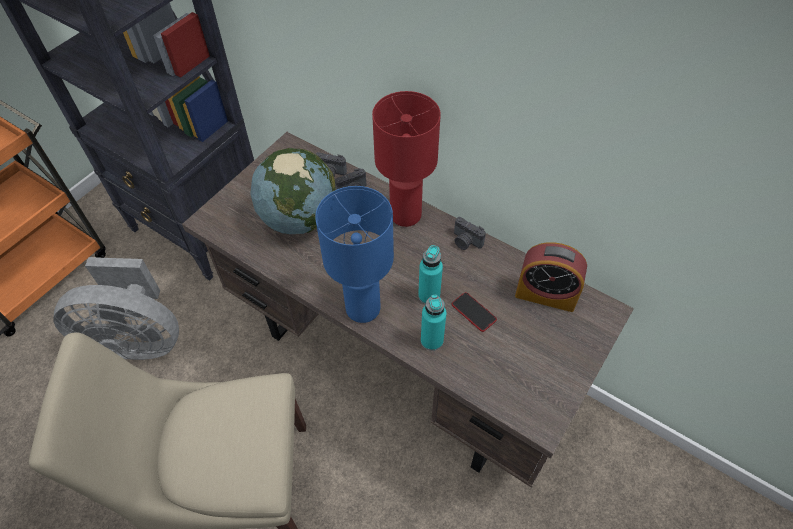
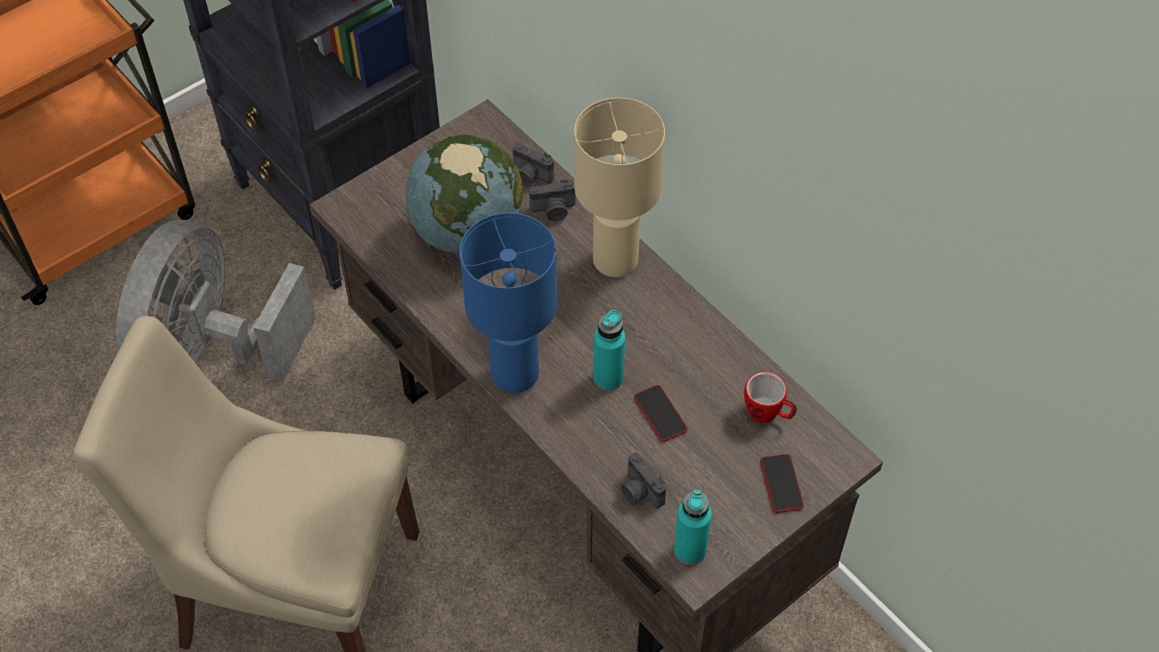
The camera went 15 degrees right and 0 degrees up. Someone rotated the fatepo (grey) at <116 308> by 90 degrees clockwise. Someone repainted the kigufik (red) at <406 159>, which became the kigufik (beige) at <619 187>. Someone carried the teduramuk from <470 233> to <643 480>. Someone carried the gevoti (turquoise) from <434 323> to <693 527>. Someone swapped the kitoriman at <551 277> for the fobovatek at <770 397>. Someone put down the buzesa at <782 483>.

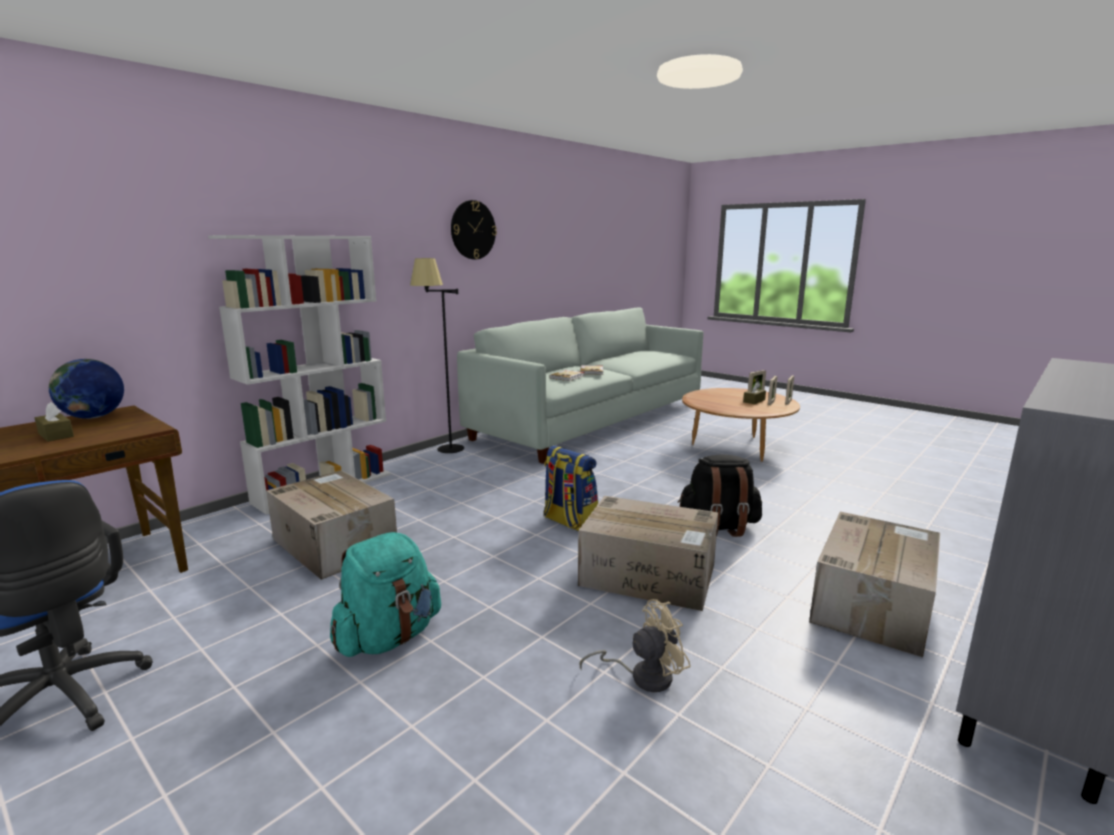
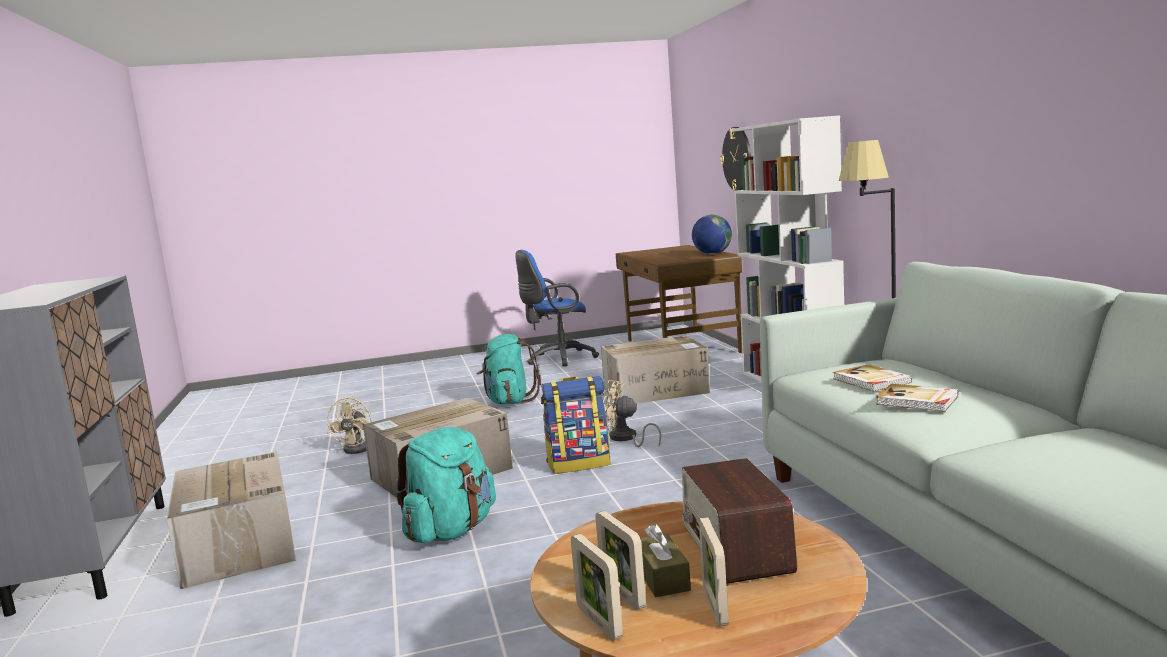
The camera went 125 degrees right and 5 degrees down. Someone repainted the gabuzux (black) at <720 496>, which became the gabuzux (turquoise) at <445 485>. Someone put down the fatepo (beige) at <632 413>. Someone put down the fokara at <739 521>. Someone carried the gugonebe from <474 229> to <735 159>. Someone took away the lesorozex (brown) at <54 422>.

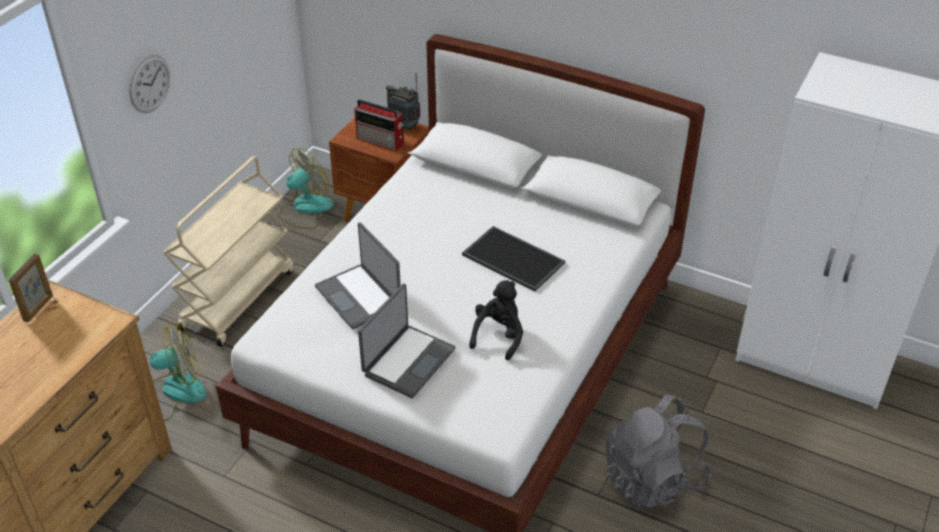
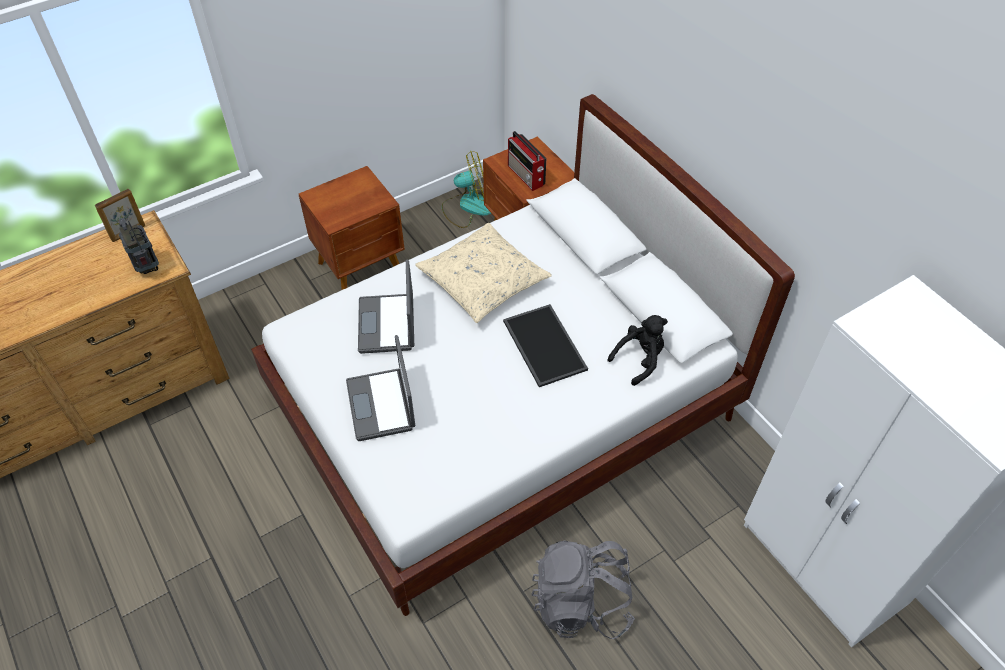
The camera went 30 degrees right and 10 degrees up. Someone carried the fokara from <403 102> to <138 246>. Someone swapped the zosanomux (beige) at <228 251> for the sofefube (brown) at <352 228>. Someone rotated the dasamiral at <407 340> by 105 degrees clockwise. Someone put down the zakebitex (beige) at <483 273>. Someone carried the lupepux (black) from <496 320> to <638 350>. Someone took away the gugonebe at <149 84>. Someone took away the fatepo at <178 372>.

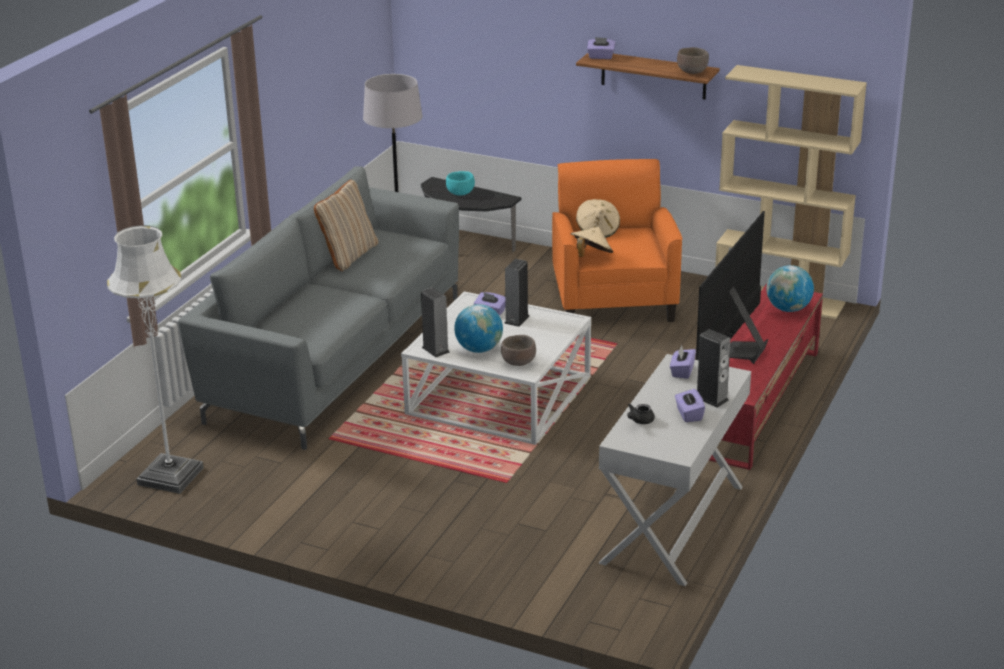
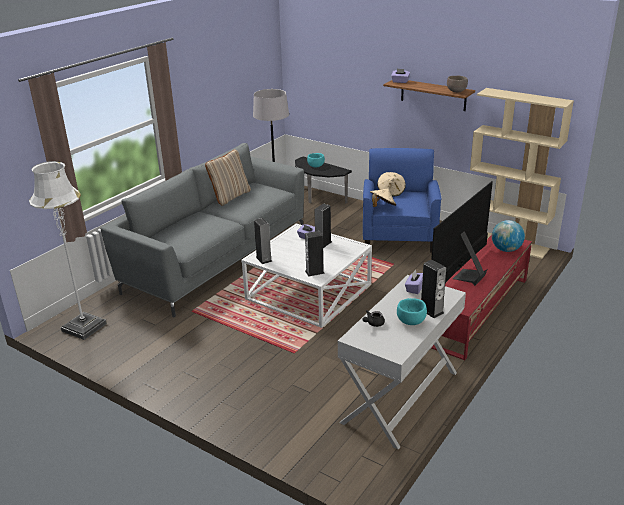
The camera went 10 degrees right and 0 degrees up. Someone swapped the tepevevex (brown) at <518 350> for the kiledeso at <315 254>. Someone repainted the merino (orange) at <617 240>, which became the merino (blue) at <402 200>. Someone swapped the lesorozex (purple) at <690 405> for the tepevevex (turquoise) at <412 311>. Someone took away the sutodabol at <478 328>.

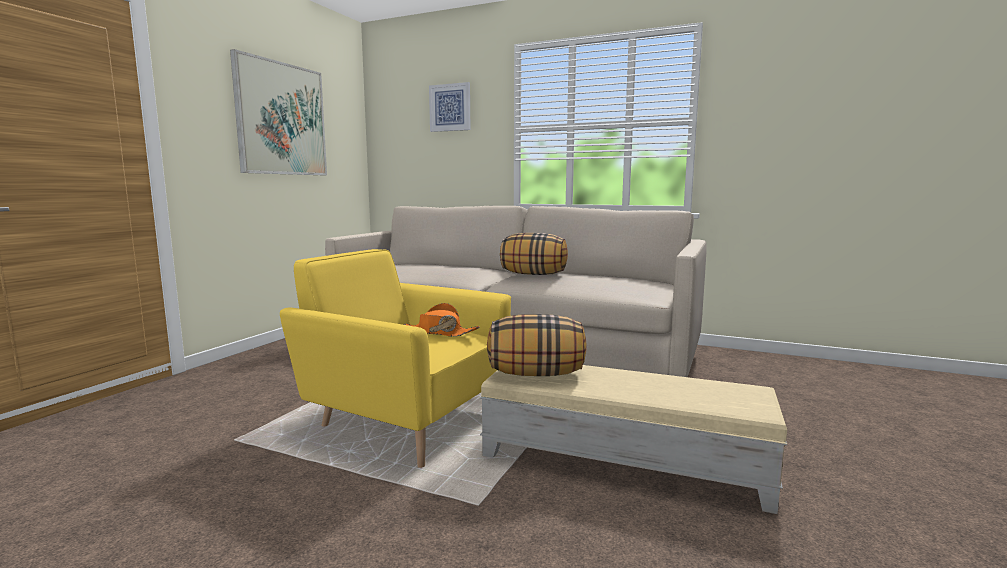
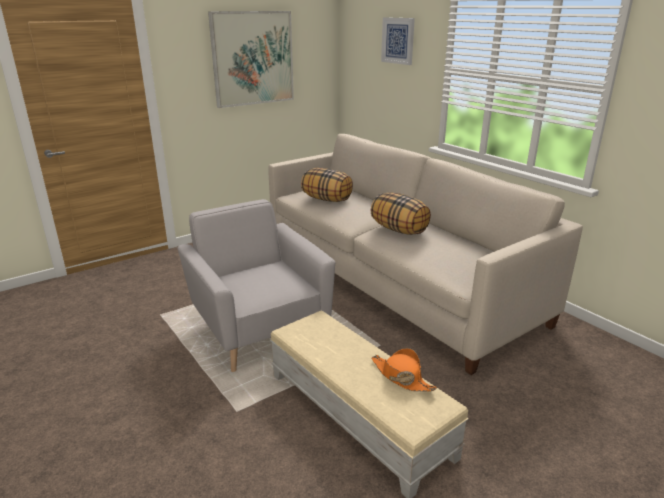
The camera went 30 degrees right and 15 degrees up. Someone repainted the merino (yellow) at <395 358>, which became the merino (grey) at <256 285>. Someone carried the zakebitex from <536 345> to <327 185>. Someone carried the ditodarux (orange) from <441 320> to <404 370>.

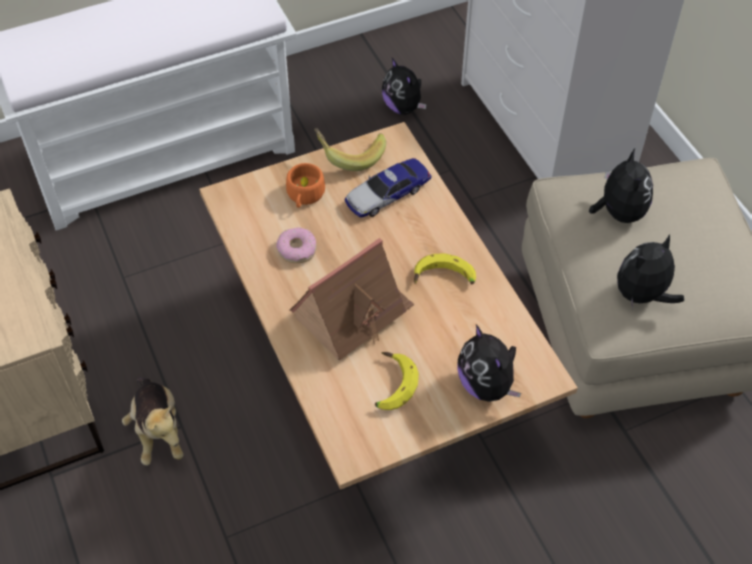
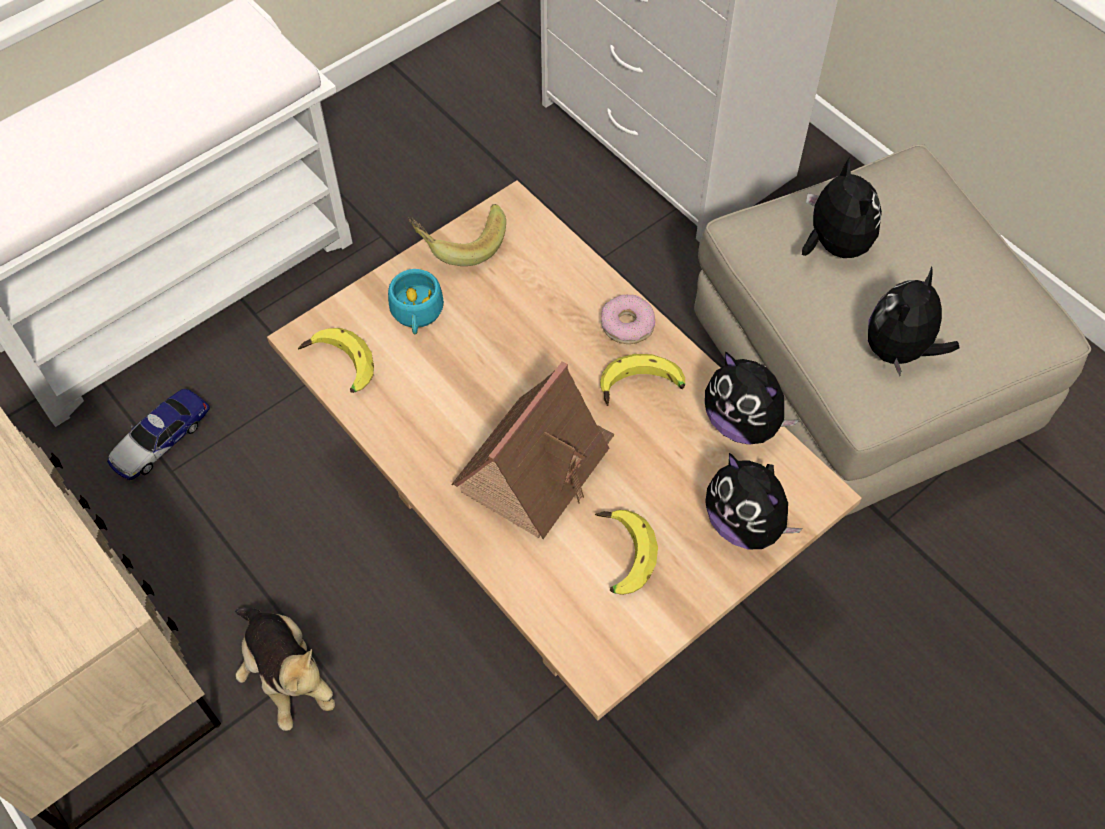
The camera went 15 degrees left and 5 degrees up. Someone carried the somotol from <388 187> to <158 434>. Someone put down the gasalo at <336 360>. Someone repainted the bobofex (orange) at <305 185>, which became the bobofex (turquoise) at <416 301>. Someone carried the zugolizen from <296 245> to <628 319>. Someone carried the lupepux from <404 86> to <752 398>.

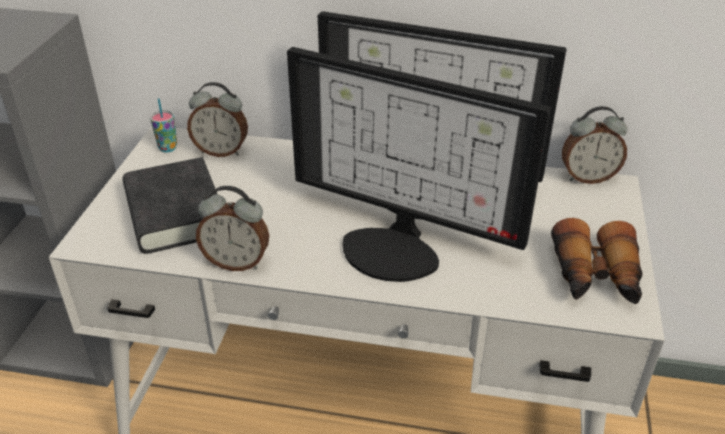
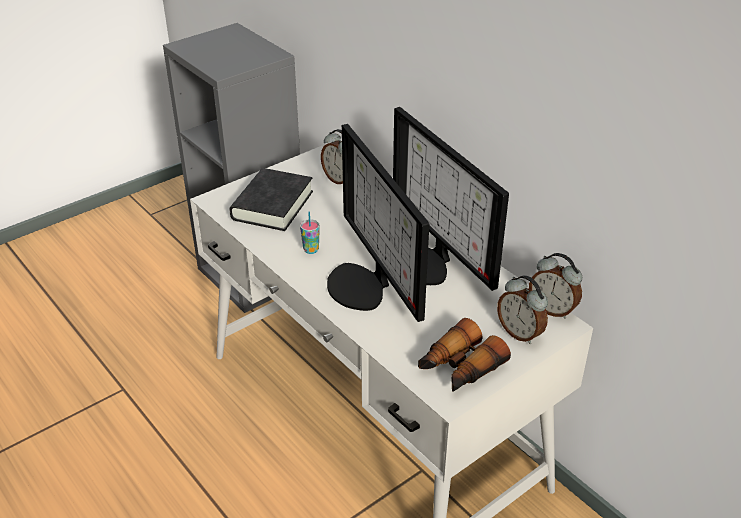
The camera went 40 degrees right and 0 degrees up. Someone carried the bobofex from <163 125> to <310 233>. Someone carried the kitoriman from <232 228> to <522 309>.

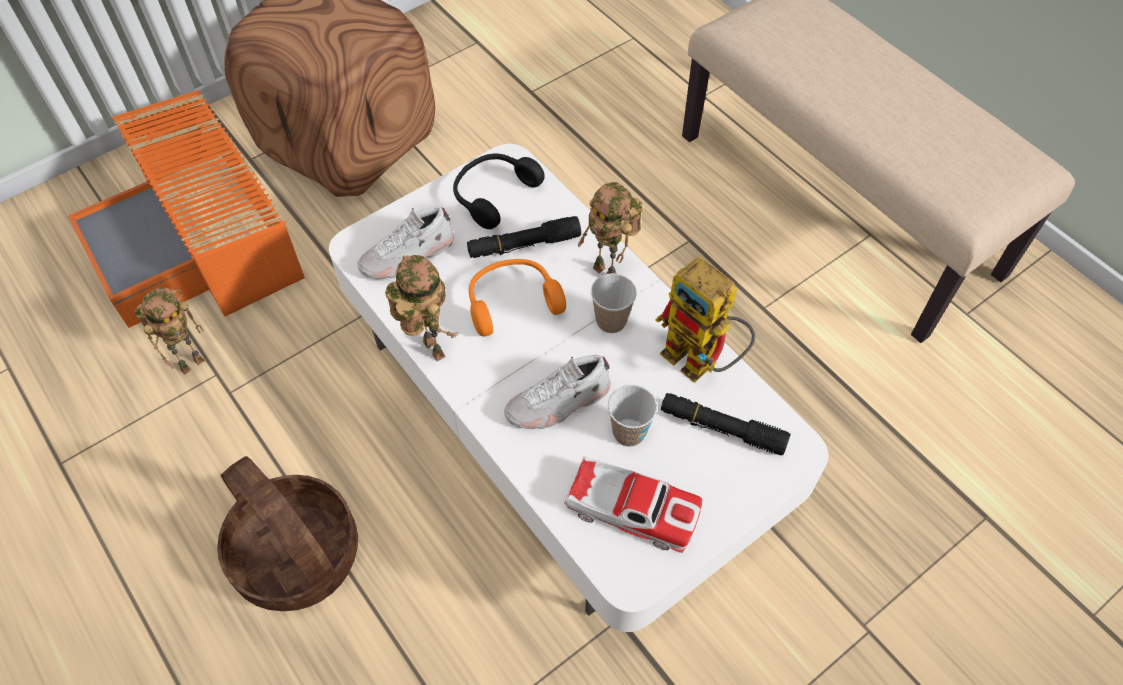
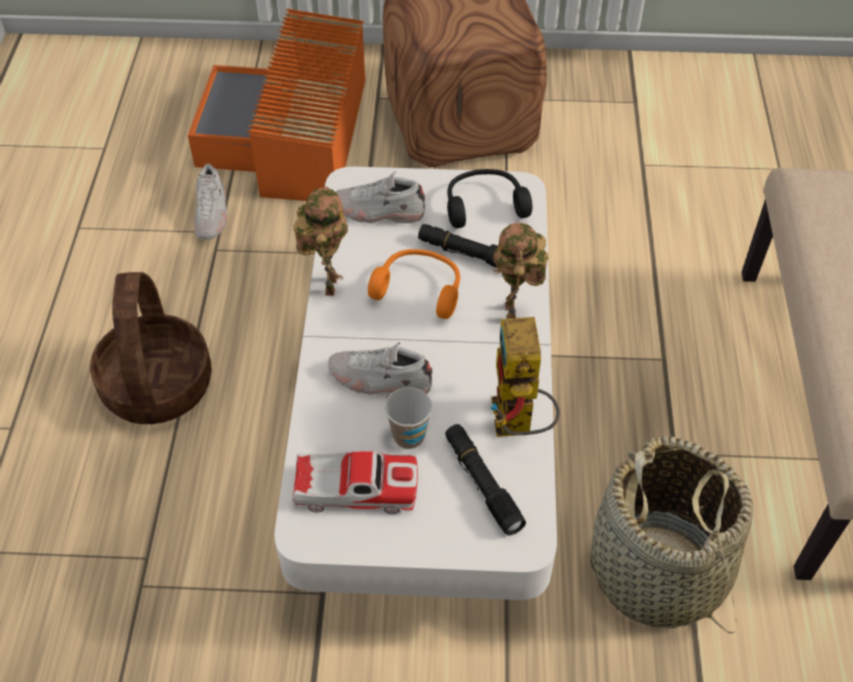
The camera went 40 degrees right and 5 degrees down. Someone swapped the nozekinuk at <170 330> for the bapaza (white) at <210 202>. Someone rotated the somotol at <633 504> by 60 degrees counterclockwise. Someone put down the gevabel at <671 534>. Someone took away the bobofex at <613 303>.

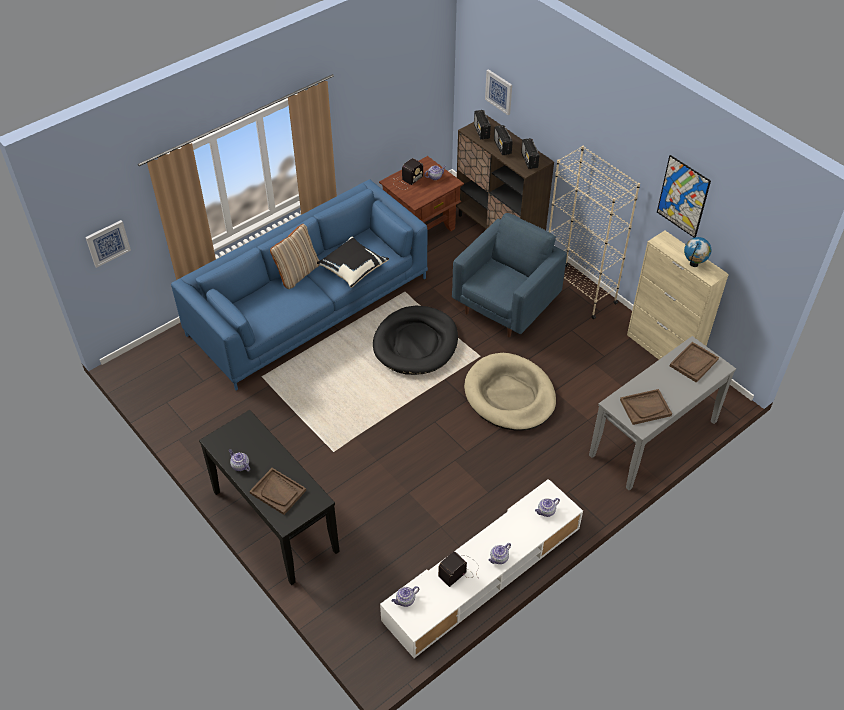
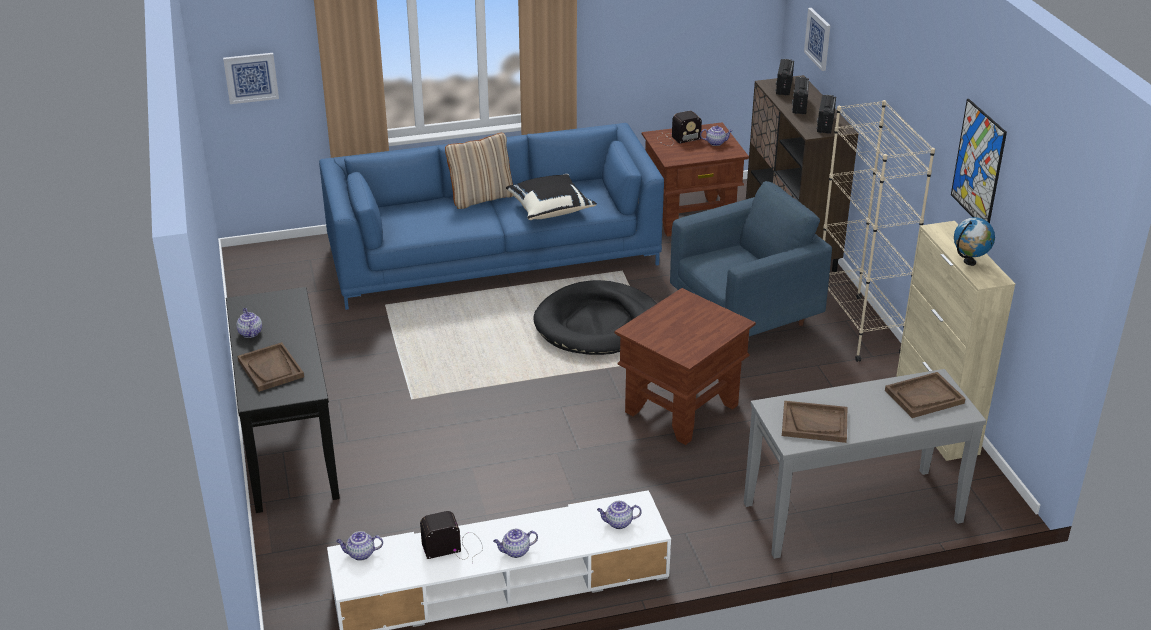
The camera went 25 degrees right and 15 degrees down. Someone swapped the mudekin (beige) at <510 392> for the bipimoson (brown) at <685 366>.

